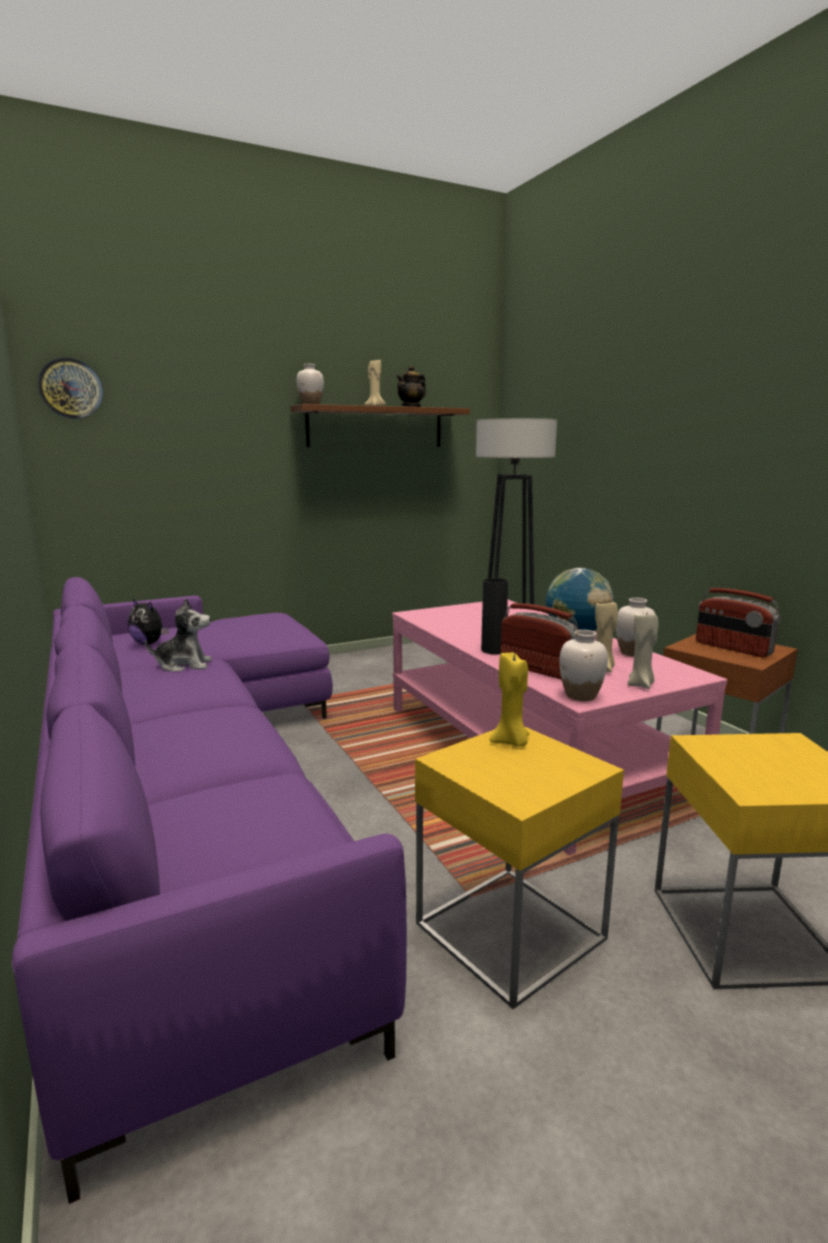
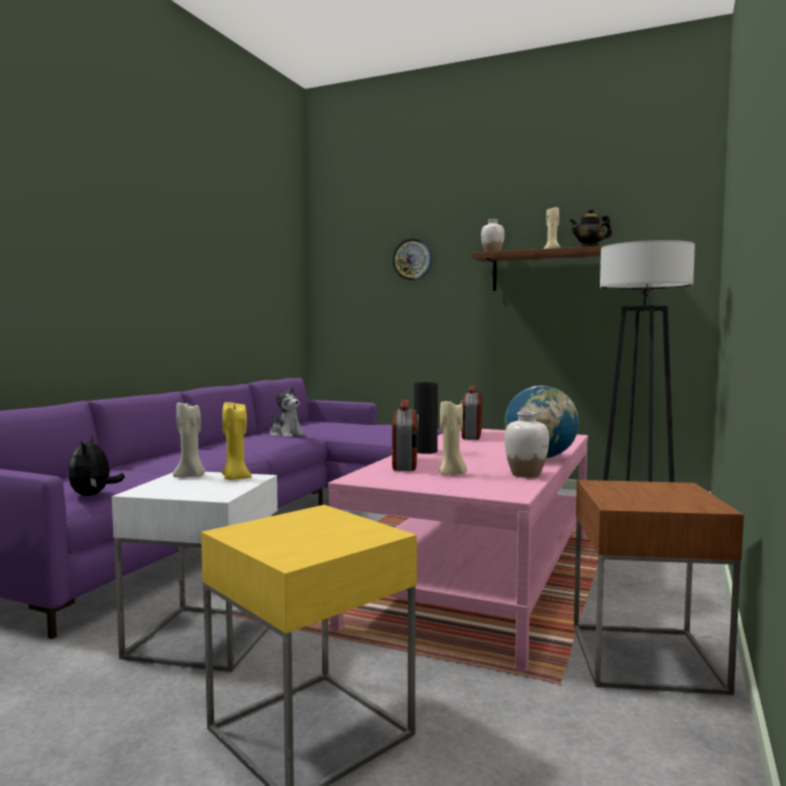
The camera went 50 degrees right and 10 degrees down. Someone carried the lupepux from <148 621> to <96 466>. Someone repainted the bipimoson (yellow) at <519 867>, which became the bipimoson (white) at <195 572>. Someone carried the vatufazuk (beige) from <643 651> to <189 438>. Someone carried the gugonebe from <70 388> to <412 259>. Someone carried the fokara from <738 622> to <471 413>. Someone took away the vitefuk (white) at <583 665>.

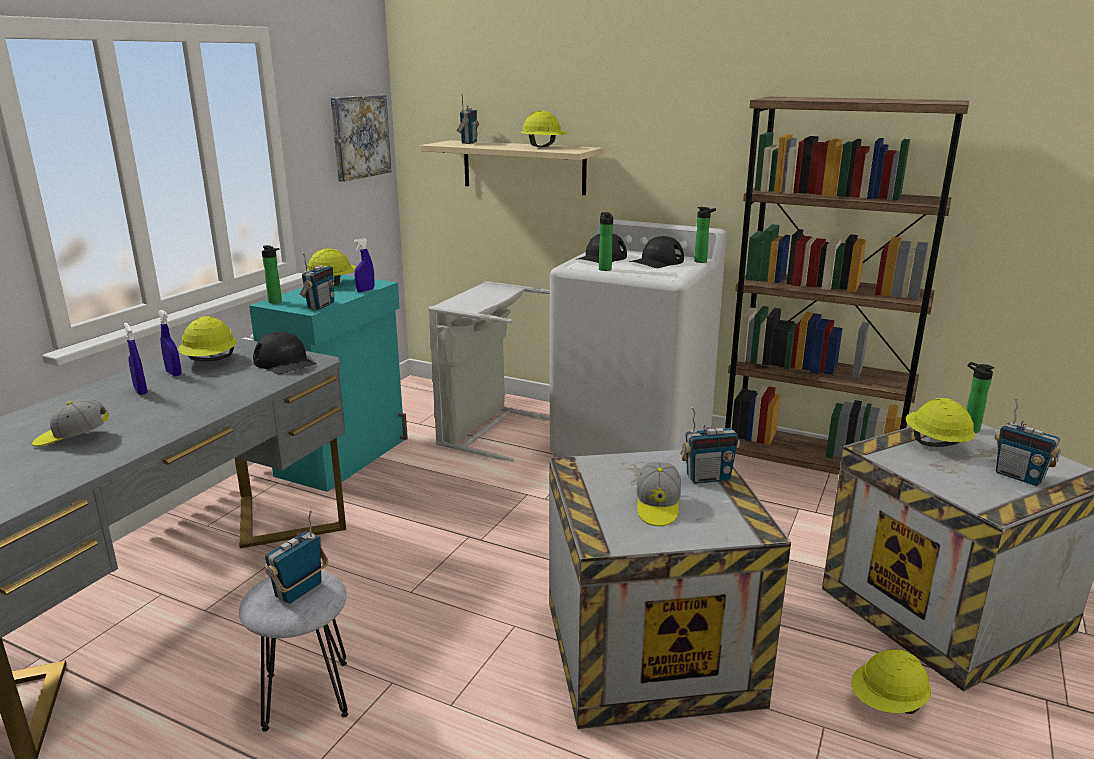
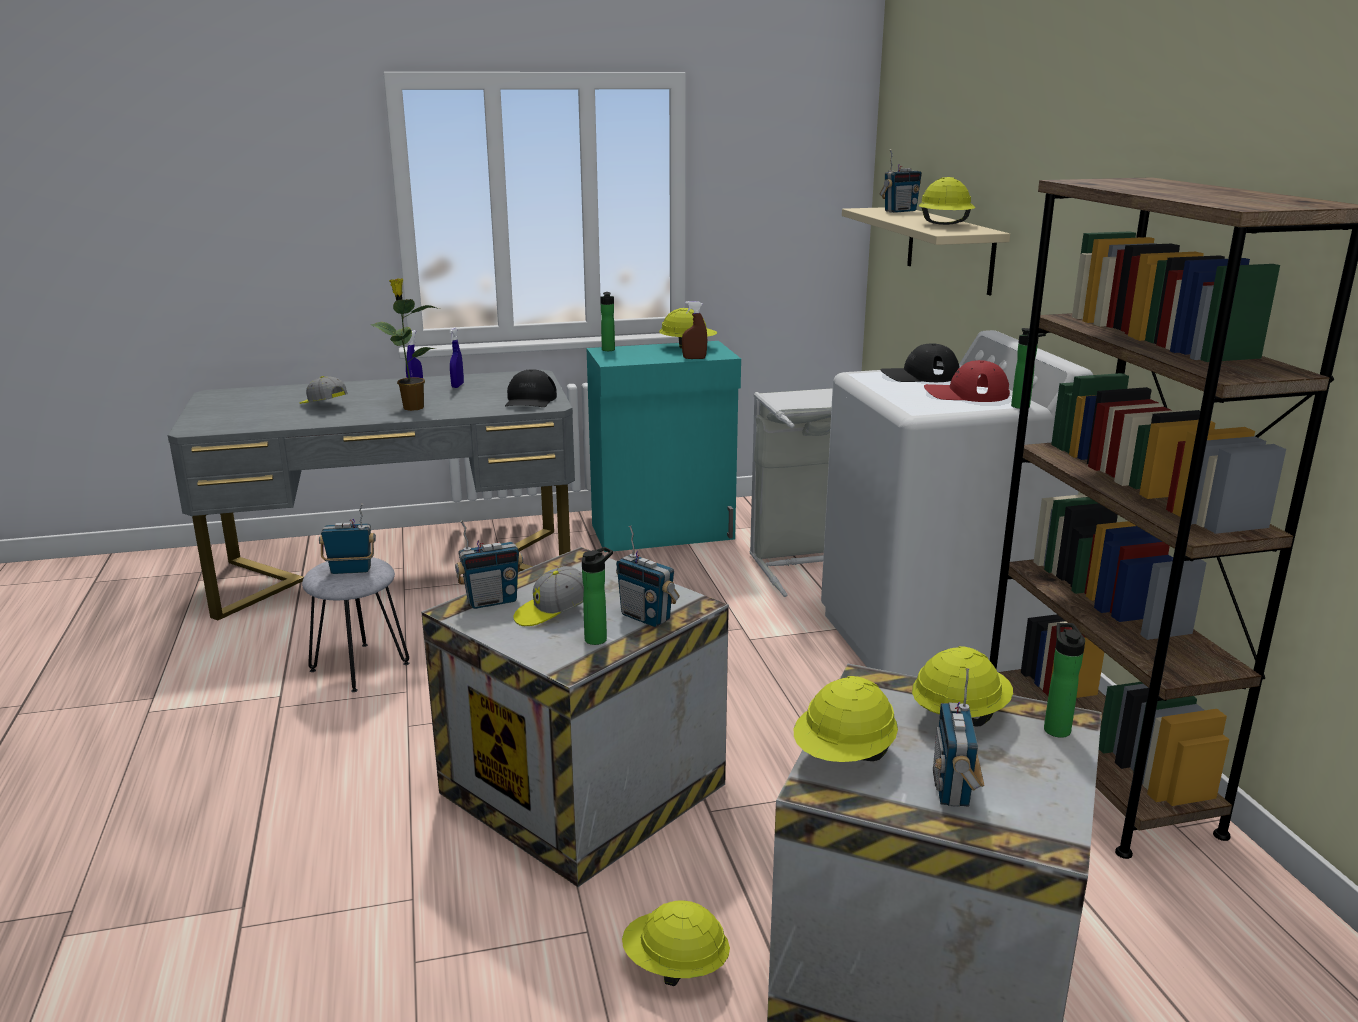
The camera went 50 degrees right and 0 degrees up. Someone put down the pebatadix at <405 344>. Someone carried the fokara from <317 281> to <489 564>. Someone carried the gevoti from <606 241> to <597 596>. Someone repainted the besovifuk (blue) at <364 265>, which became the besovifuk (brown) at <694 330>. Someone carried the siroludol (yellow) from <207 339> to <846 719>. Someone repainted the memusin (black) at <657 252>, which became the memusin (red) at <967 381>. Someone took away the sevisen at <361 138>.

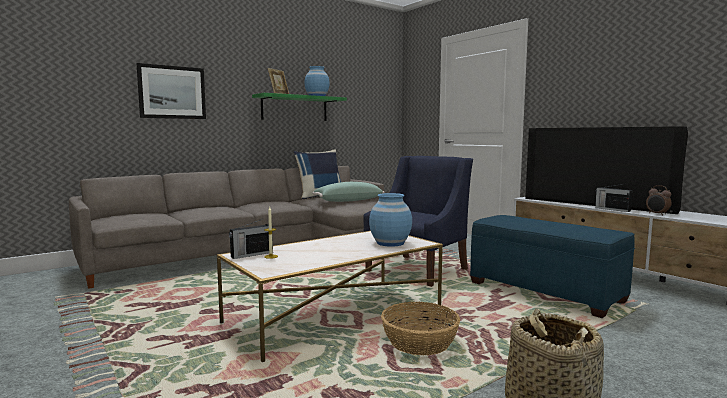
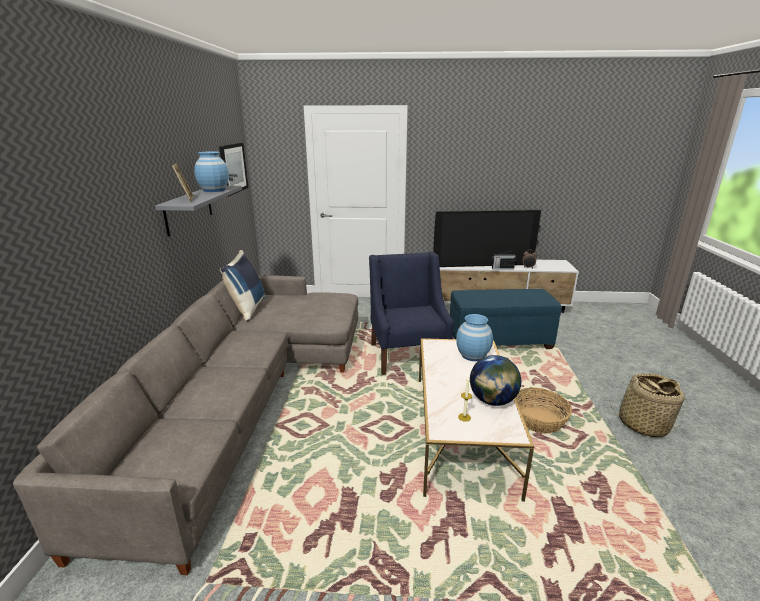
The camera went 50 degrees left and 15 degrees up. Someone repainted the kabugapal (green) at <299 107>, which became the kabugapal (grey) at <198 211>. Someone carried the sevisen from <171 91> to <233 169>. Someone put down the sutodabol at <495 380>. Someone took away the fokara at <251 239>. Someone took away the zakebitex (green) at <348 192>.

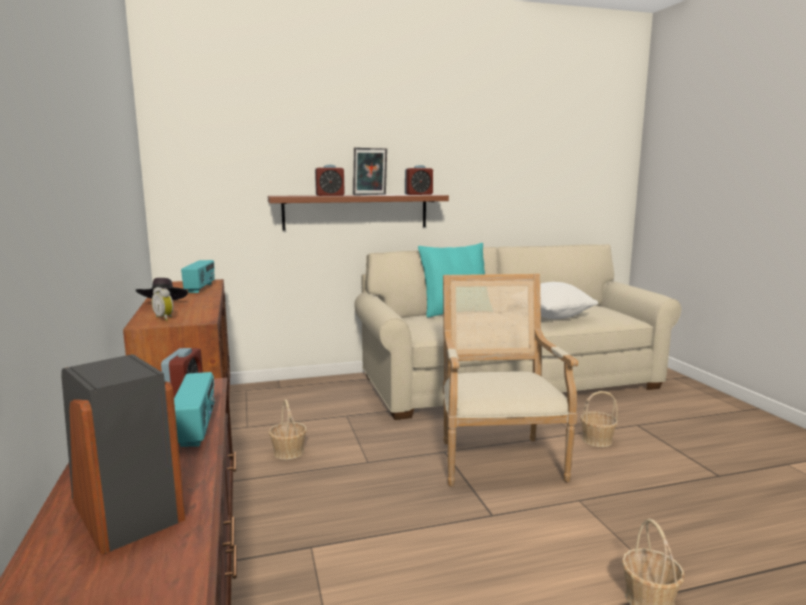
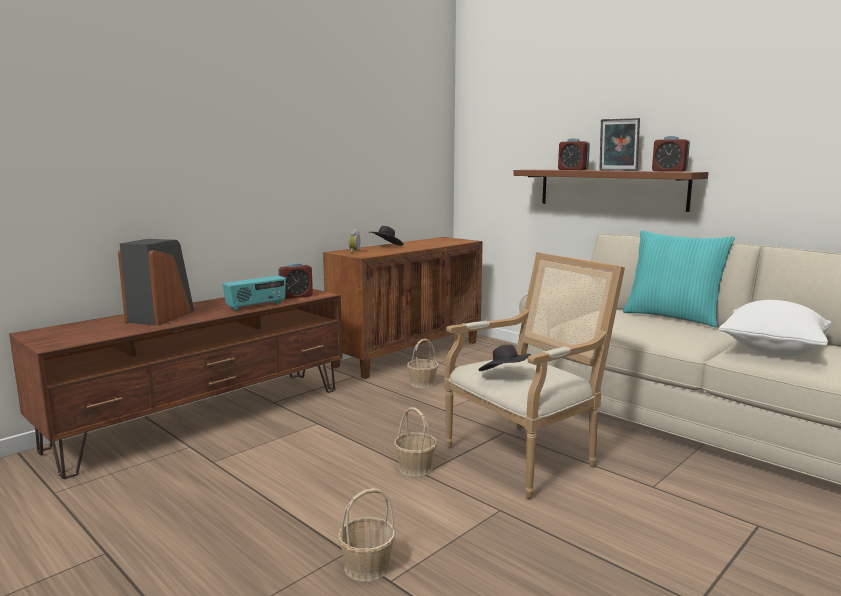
The camera went 60 degrees right and 0 degrees up. Someone carried the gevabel from <599 419> to <415 442>. Someone put down the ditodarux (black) at <504 358>. Someone took away the fokara at <198 276>.

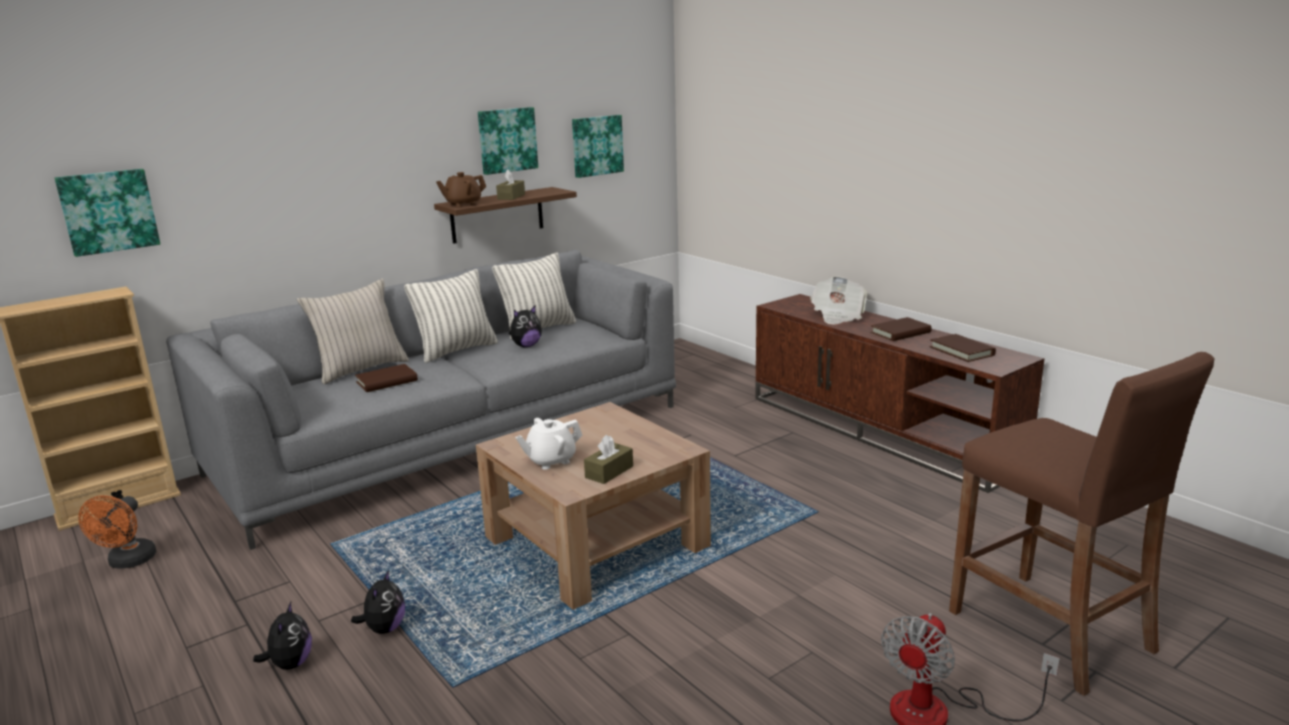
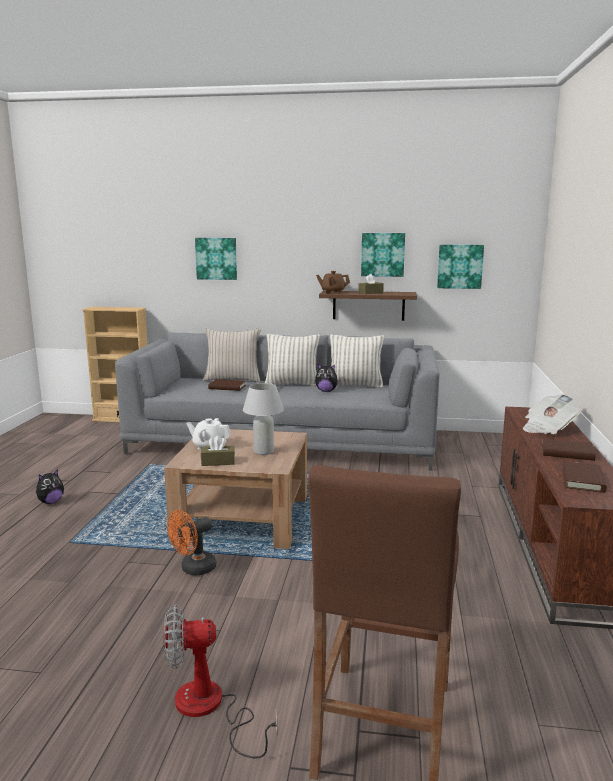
The camera went 45 degrees right and 5 degrees down. Someone carried the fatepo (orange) from <117 532> to <192 542>. Someone carried the sevisen from <107 213> to <216 259>. Someone put down the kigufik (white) at <263 419>. Someone took away the lupepux at <378 602>.

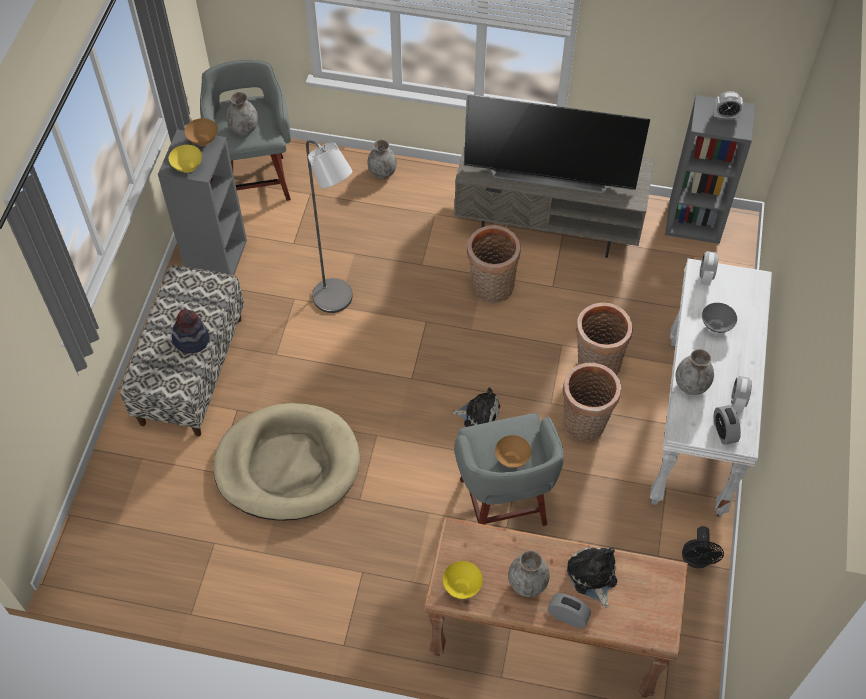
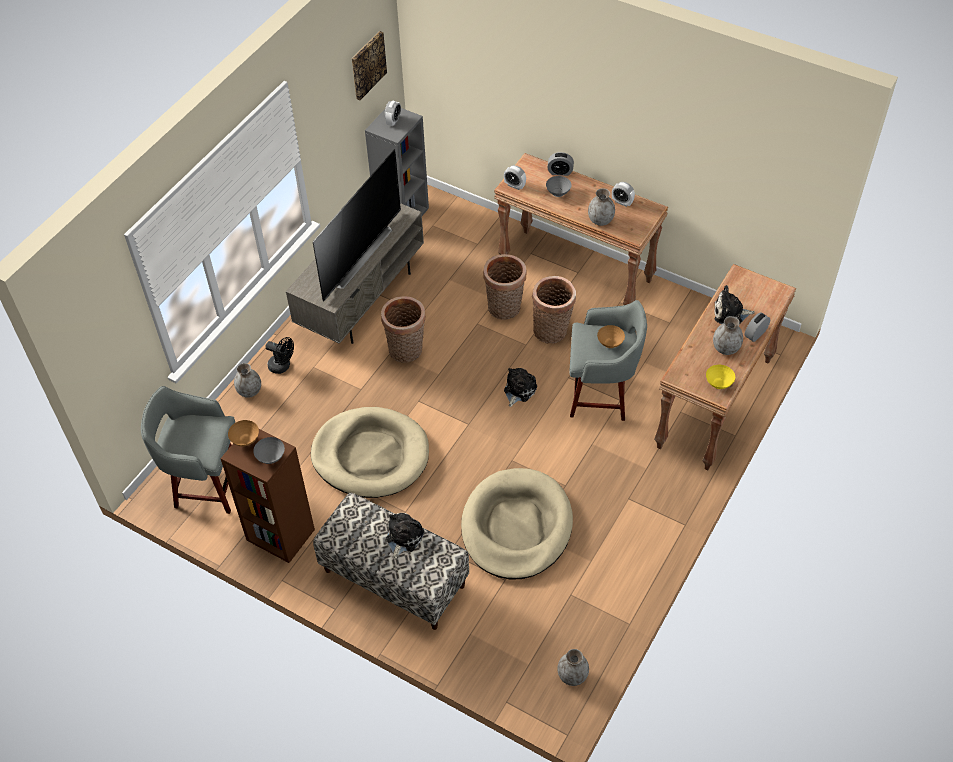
The camera went 70 degrees left and 5 degrees down. Someone repainted the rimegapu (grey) at <202 202>, which became the rimegapu (brown) at <267 496>. Someone repainted the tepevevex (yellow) at <185 159>, which became the tepevevex (grey) at <269 450>. Someone carried the fatepo (black) from <703 547> to <279 355>. Someone swapped the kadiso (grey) at <329 226> for the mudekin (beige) at <370 452>. Someone put up the sevisen at <369 65>. Someone swapped the ditodarux at <191 331> for the lupepux at <405 536>. Someone repainted the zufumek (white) at <711 387>, which became the zufumek (brown) at <581 229>. Someone carried the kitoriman from <727 425> to <560 164>. Someone carried the vitefuk (grey) from <242 113> to <573 667>.

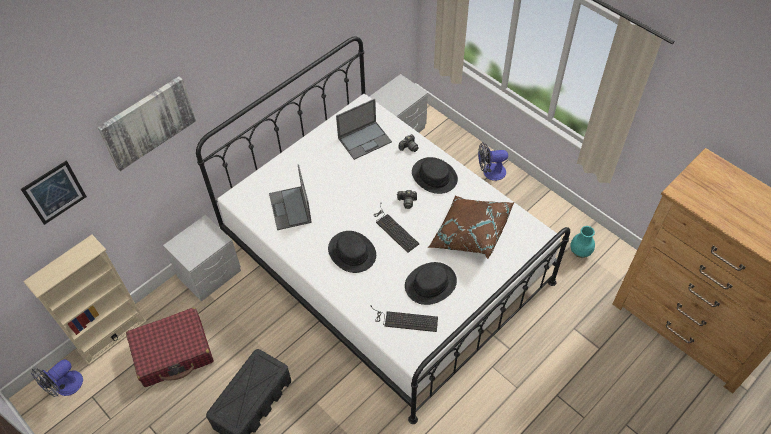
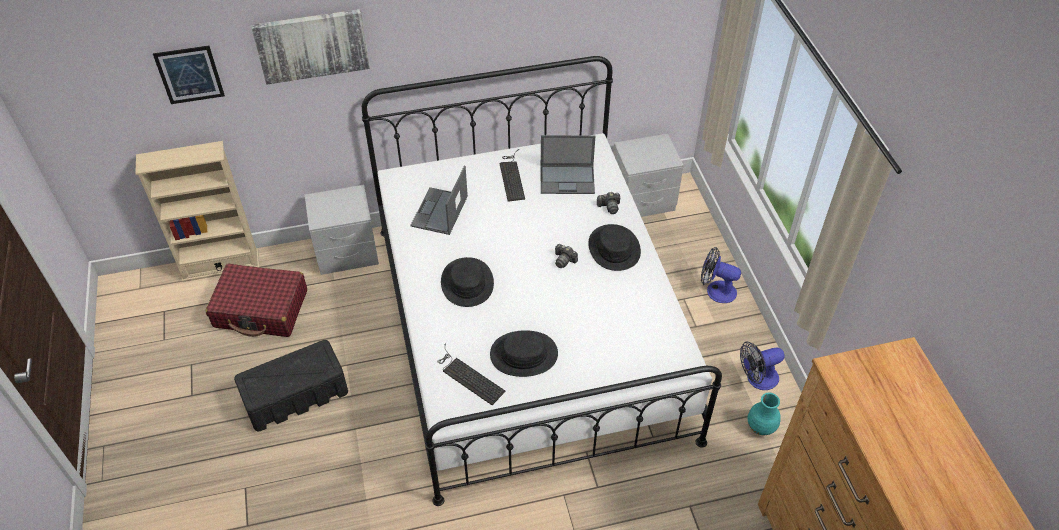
The camera went 30 degrees right and 5 degrees down. Someone carried the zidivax from <396 227> to <512 175>. Someone carried the fatepo from <57 378> to <762 365>. Someone took away the zakebitex (brown) at <471 227>.

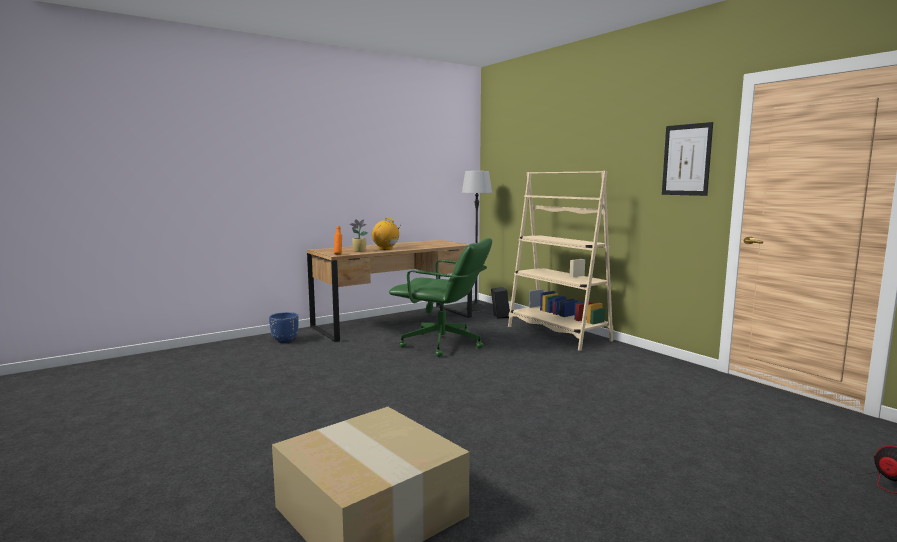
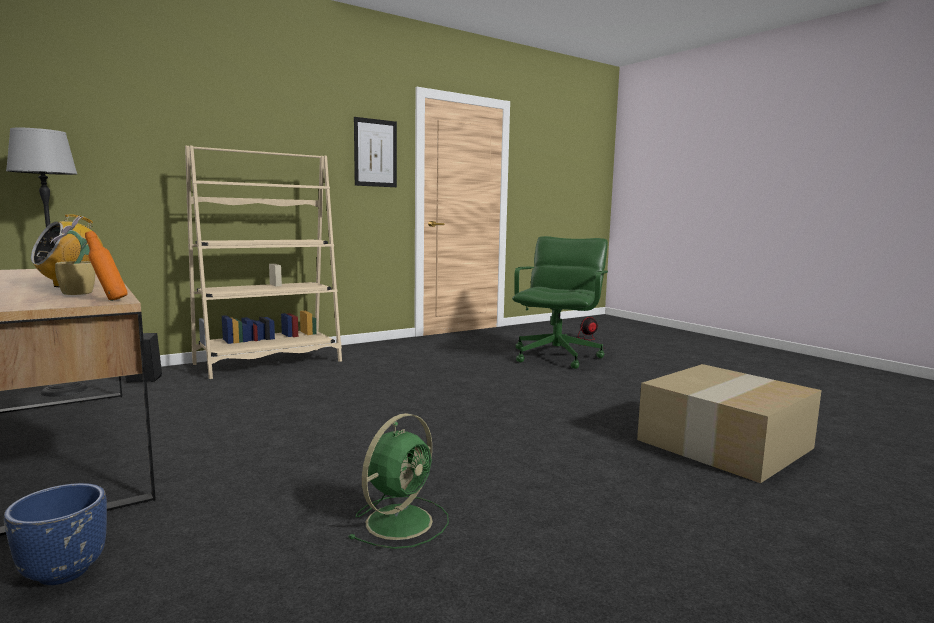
The camera went 90 degrees left and 0 degrees up. Someone put down the fatepo (green) at <398 481>. Someone carried the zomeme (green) from <440 297> to <560 302>.

